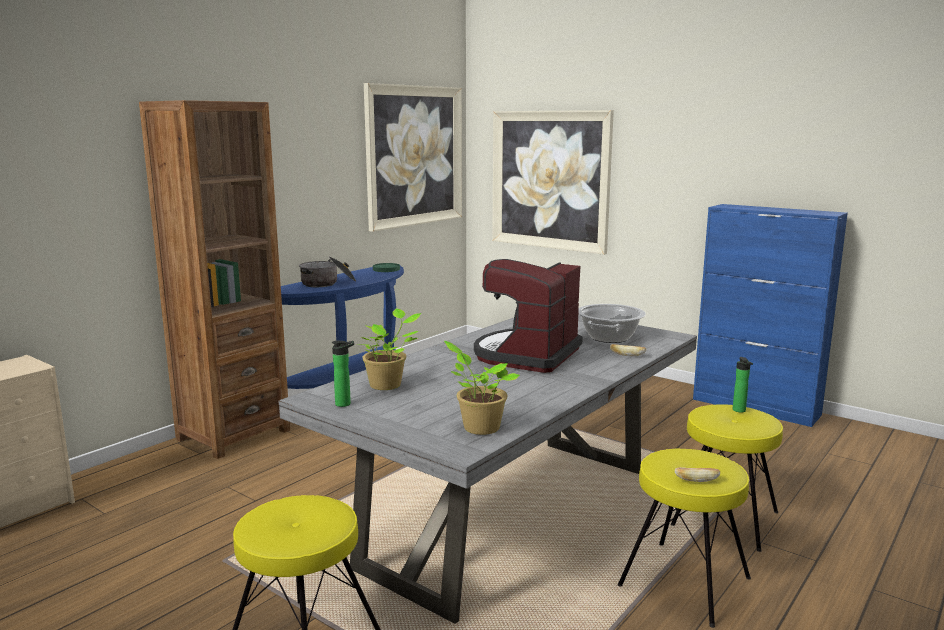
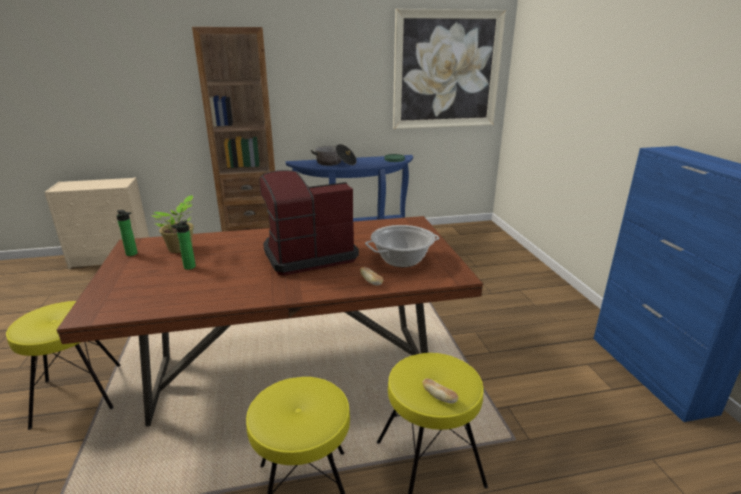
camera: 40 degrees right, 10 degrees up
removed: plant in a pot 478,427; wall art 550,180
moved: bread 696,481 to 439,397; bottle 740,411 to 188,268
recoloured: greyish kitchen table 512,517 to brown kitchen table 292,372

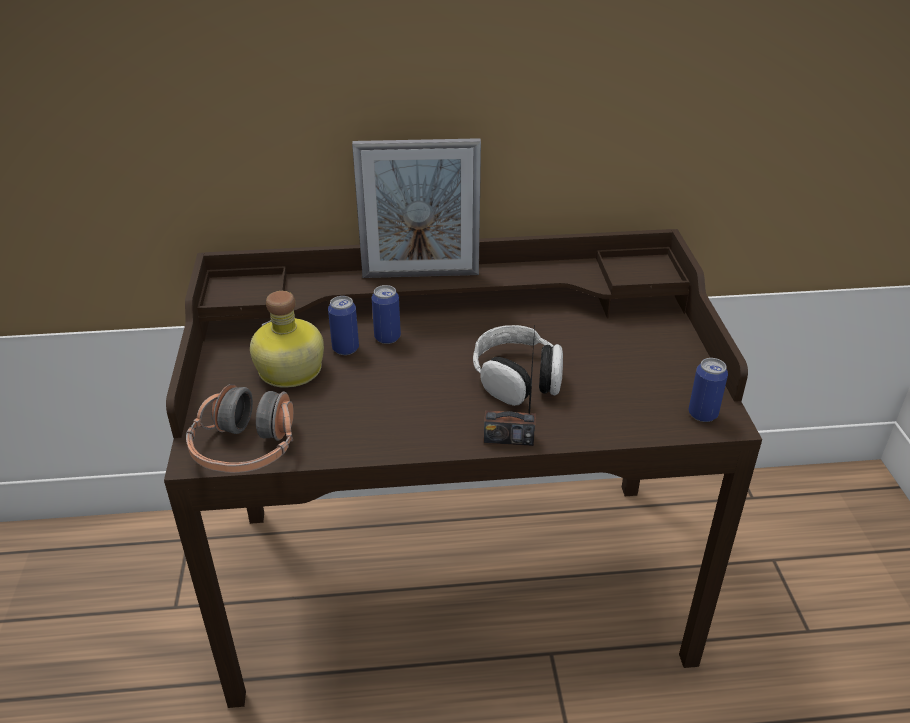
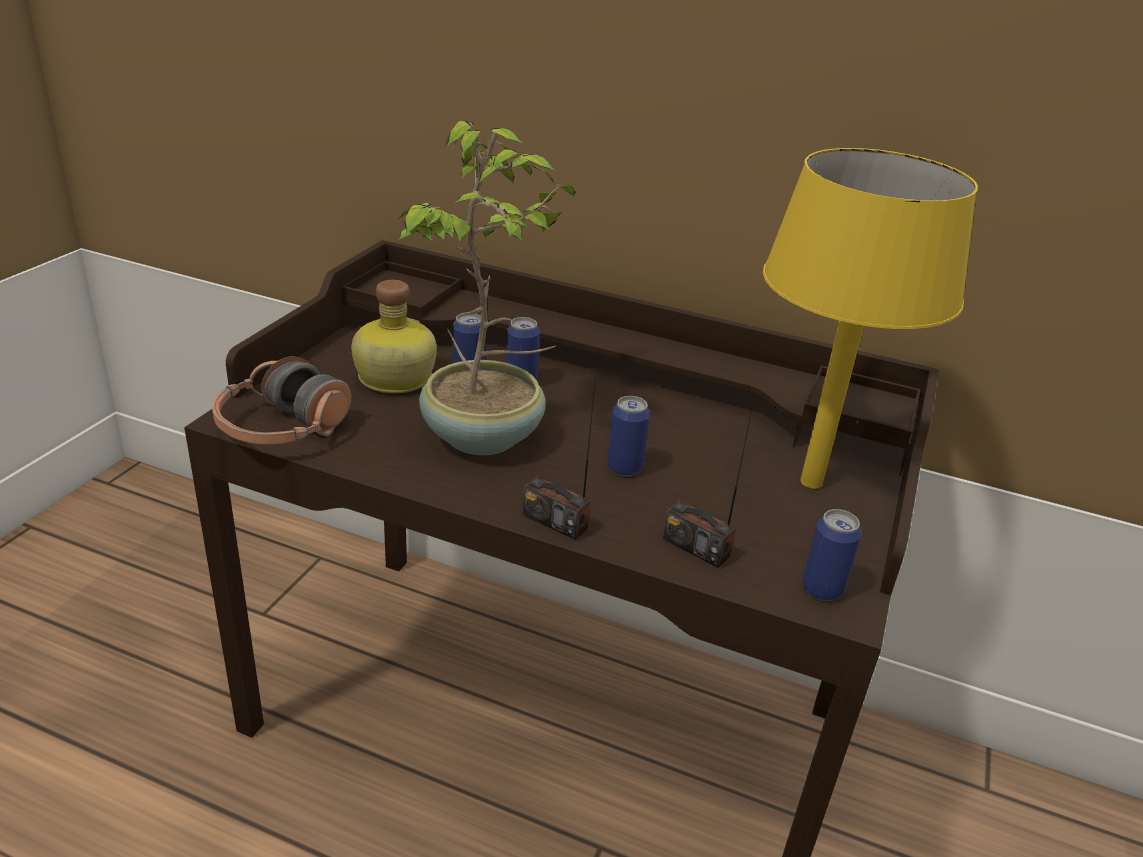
camera: 25 degrees right, 5 degrees down
removed: photo frame 420,275
added: plant in a pot 485,437; radio set 696,547; yellowish table lamp 811,482
replaced: headphones 517,378 to metal can 624,467

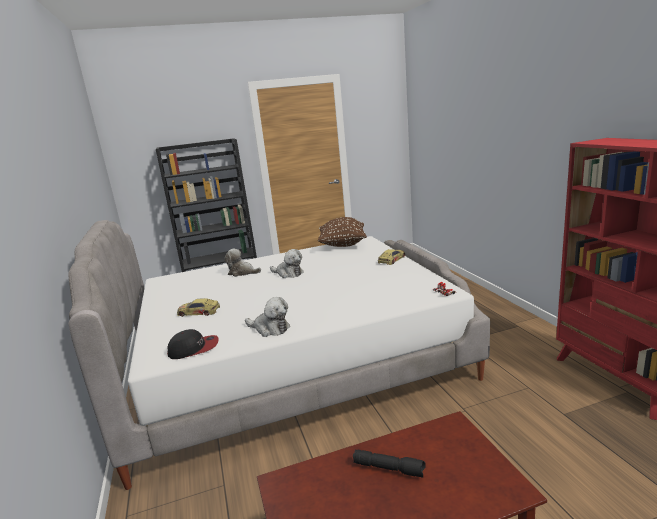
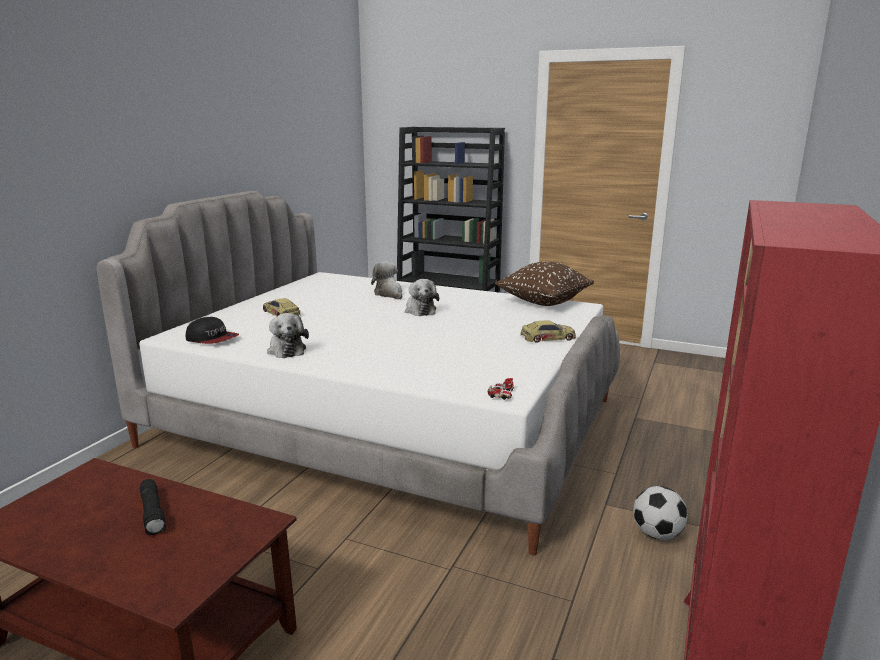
camera: 40 degrees right, 0 degrees up
added: football ball 657,534

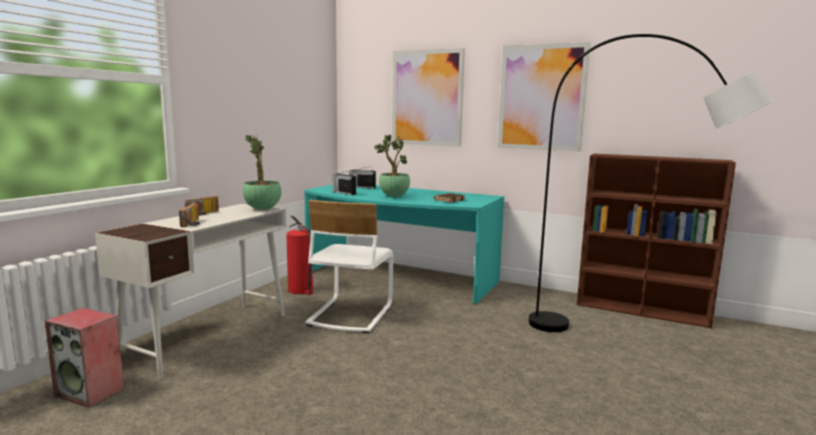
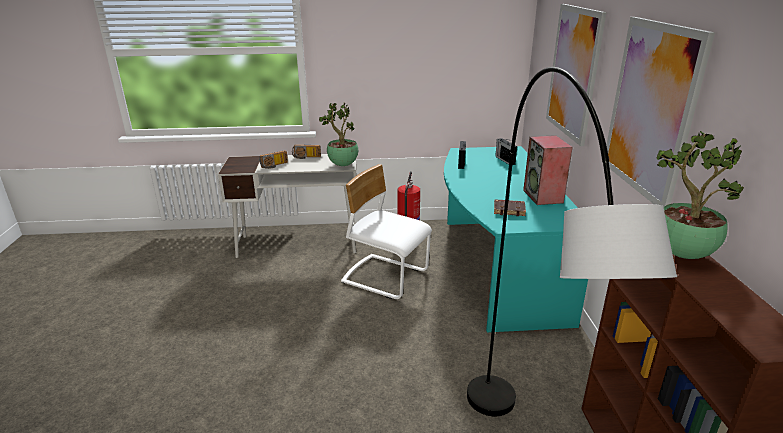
camera: 60 degrees right, 15 degrees up
moved: loudspeaker 91,392 to 543,196; plant in a pot 393,196 to 680,254
turned: white-coloured chair 350,314 = 385,277 45 degrees clockwise

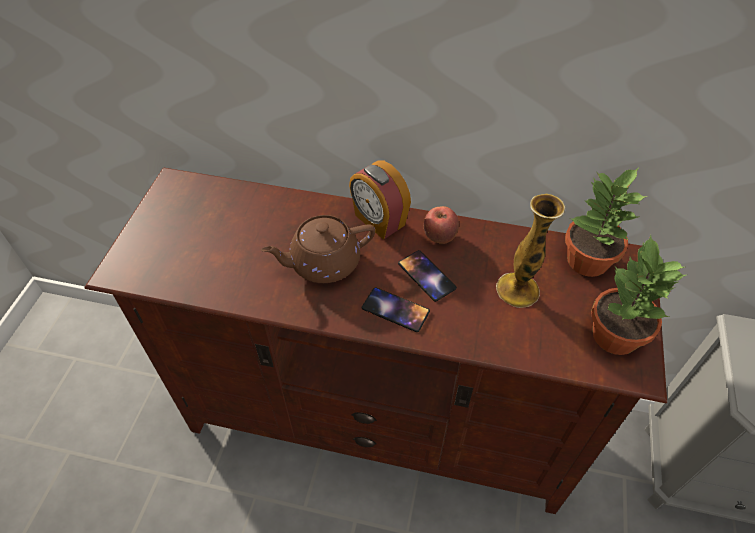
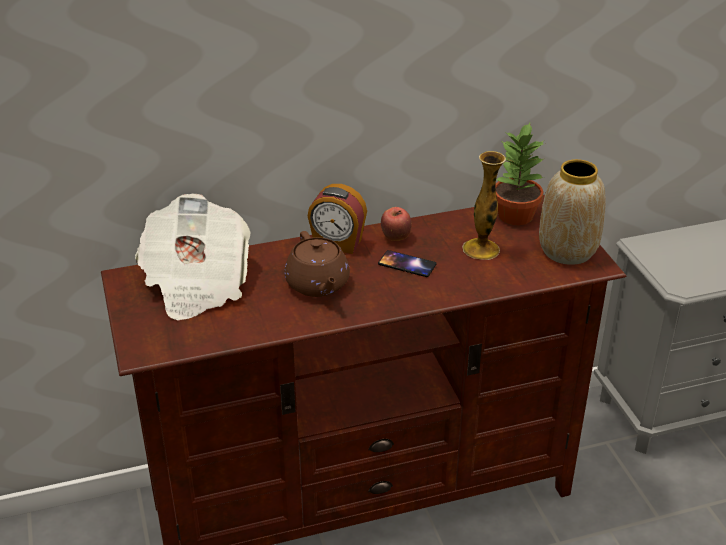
camera: 30 degrees left, 15 degrees down
removed: phone 395,309
added: printed paper 196,283
replaced: plant in a pot 614,334 to flower vase 566,251
turned: brown teapot 323,263 = 318,285 60 degrees counterclockwise

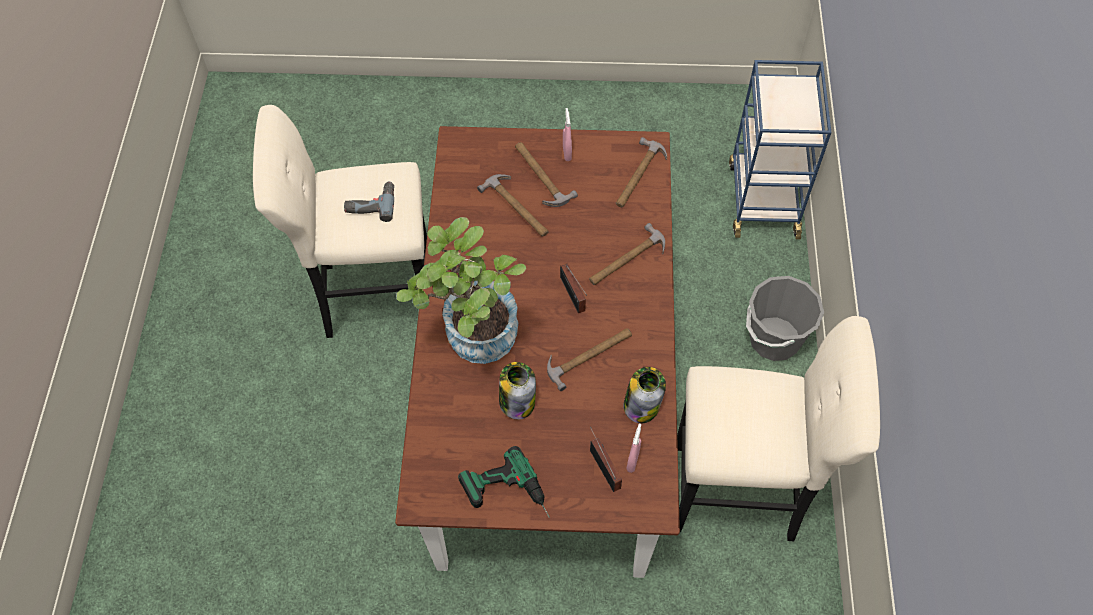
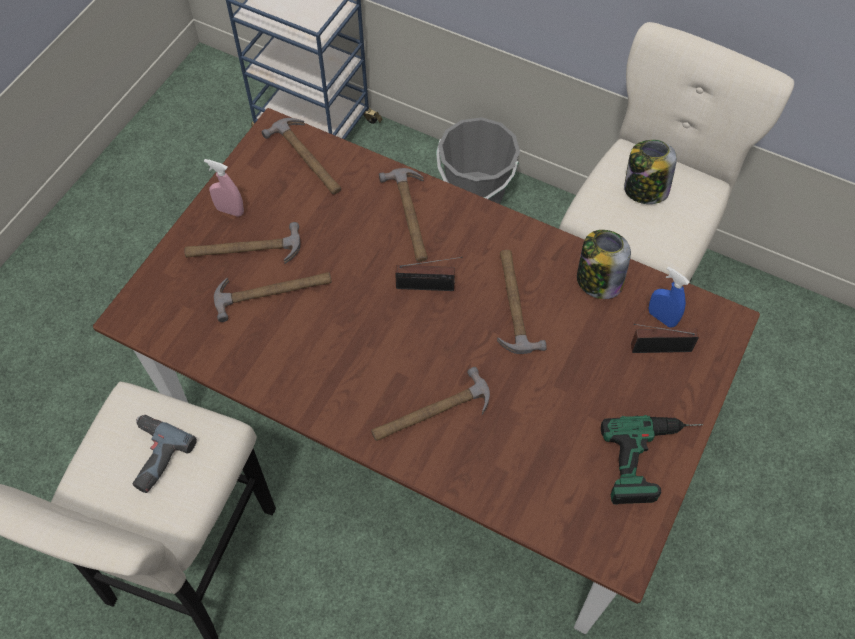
camera: 65 degrees left, 0 degrees up
moved: preserve jar 517,401 to 644,189
replaced: plant in a pot 473,340 to hand hammer 431,413
recoloured: pink spray bottle 632,461 to bluish spray bottle 661,318

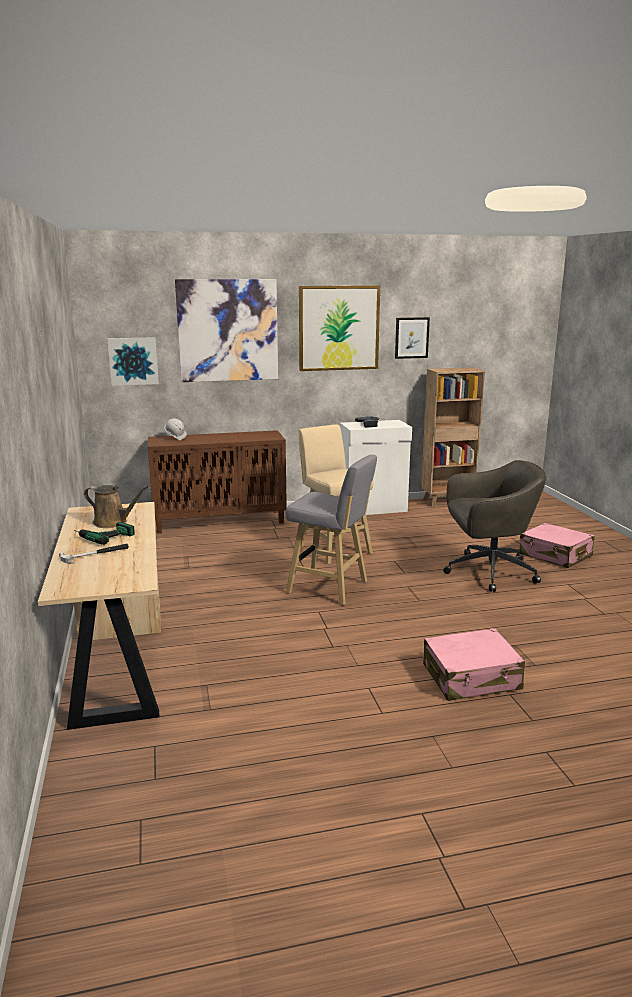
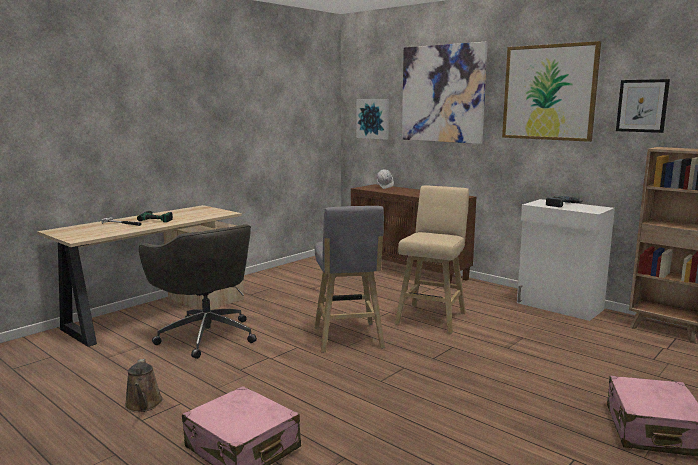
camera: 55 degrees right, 5 degrees down
moved: brown watering pot 113,522 to 143,405; greyish computer chair 488,572 to 206,335

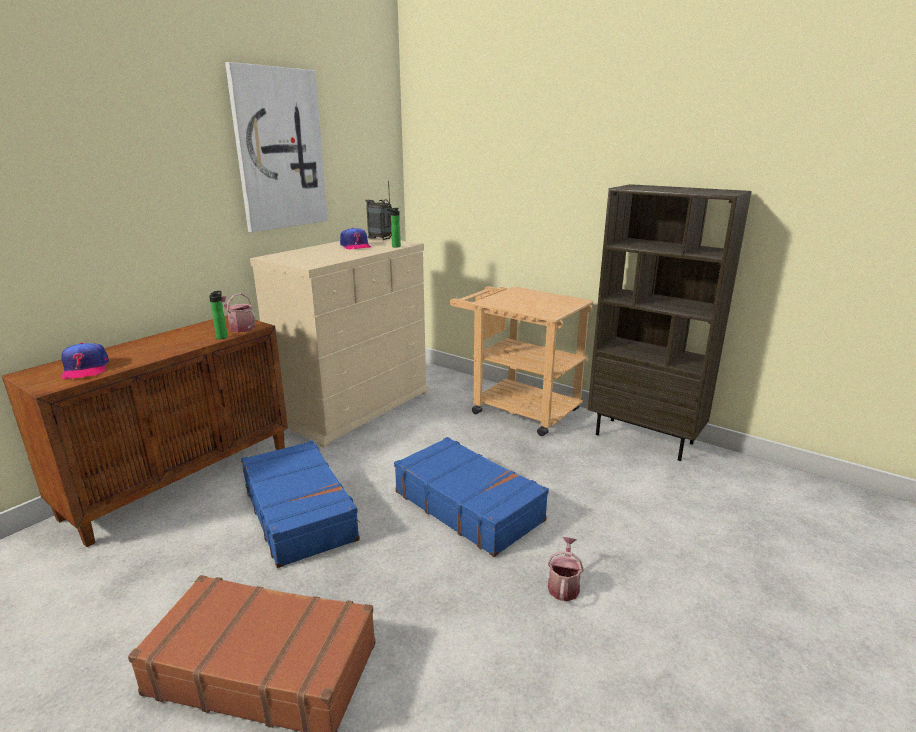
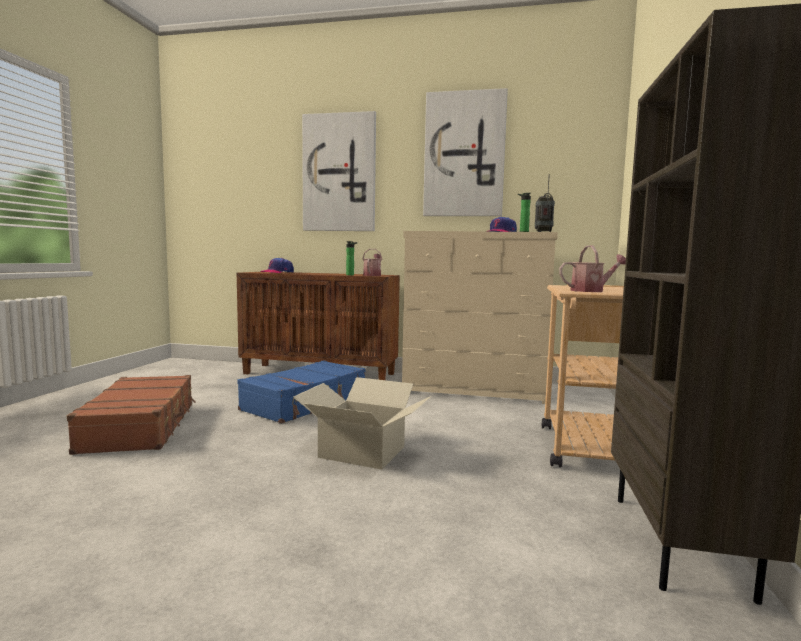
camera: 65 degrees right, 15 degrees down
added: wall art 339,173
moved: watering pot 564,585 to 591,291
replaced: bluish suitcase 468,505 to packing box 362,451

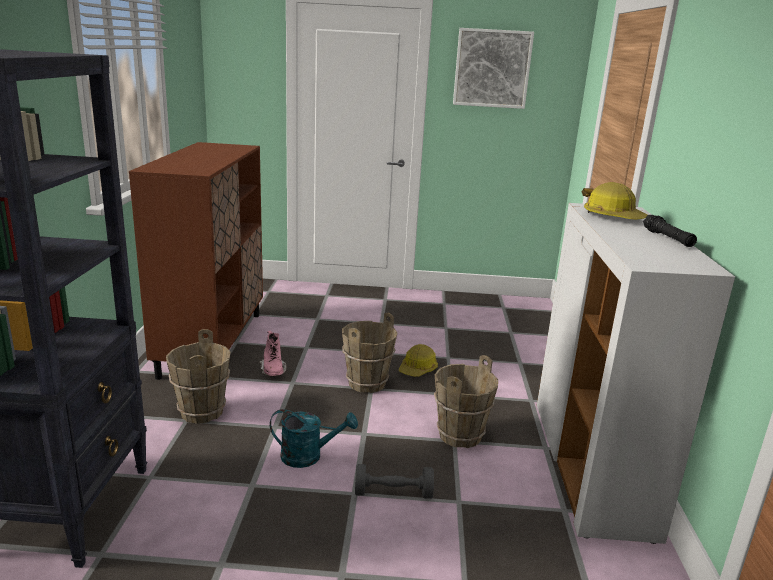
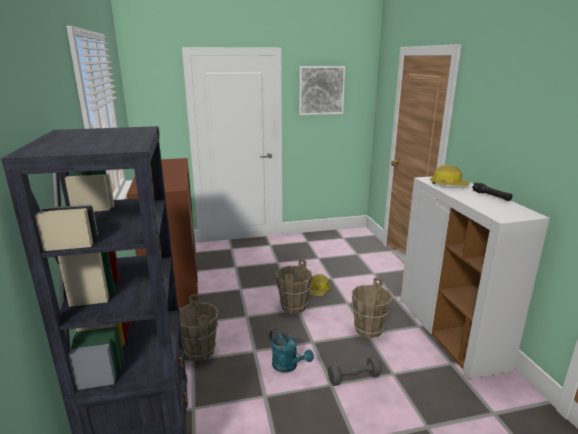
camera: 15 degrees left, 0 degrees up
removed: pink boot 273,371
turned: blue-green watering pot 309,456 = 288,366 60 degrees clockwise

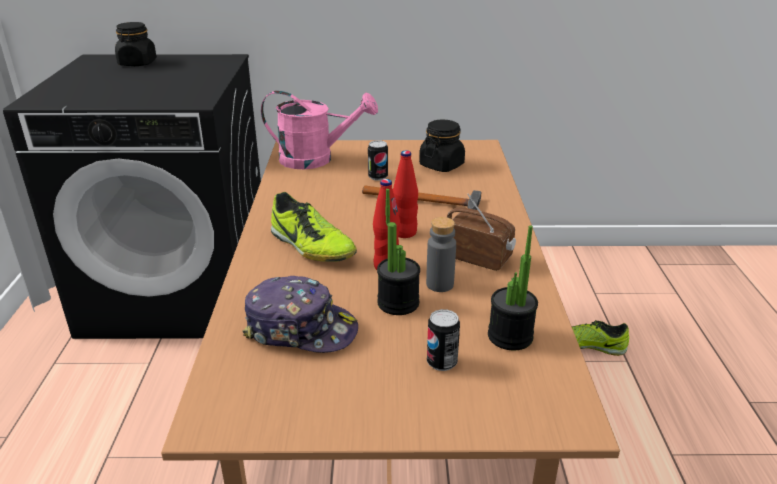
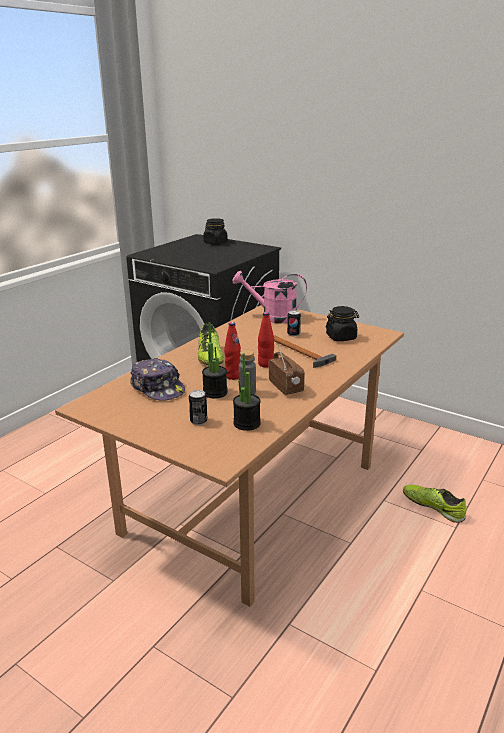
camera: 35 degrees right, 5 degrees down
turned: pink watering pot 316,159 = 272,317 150 degrees clockwise

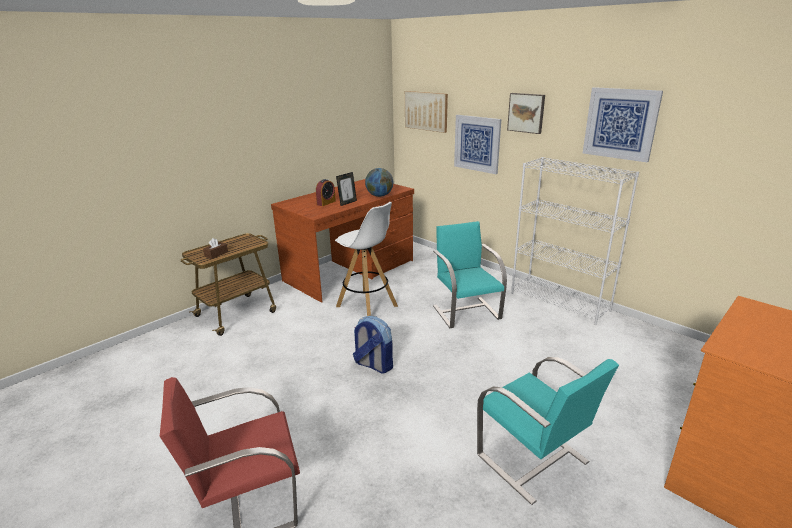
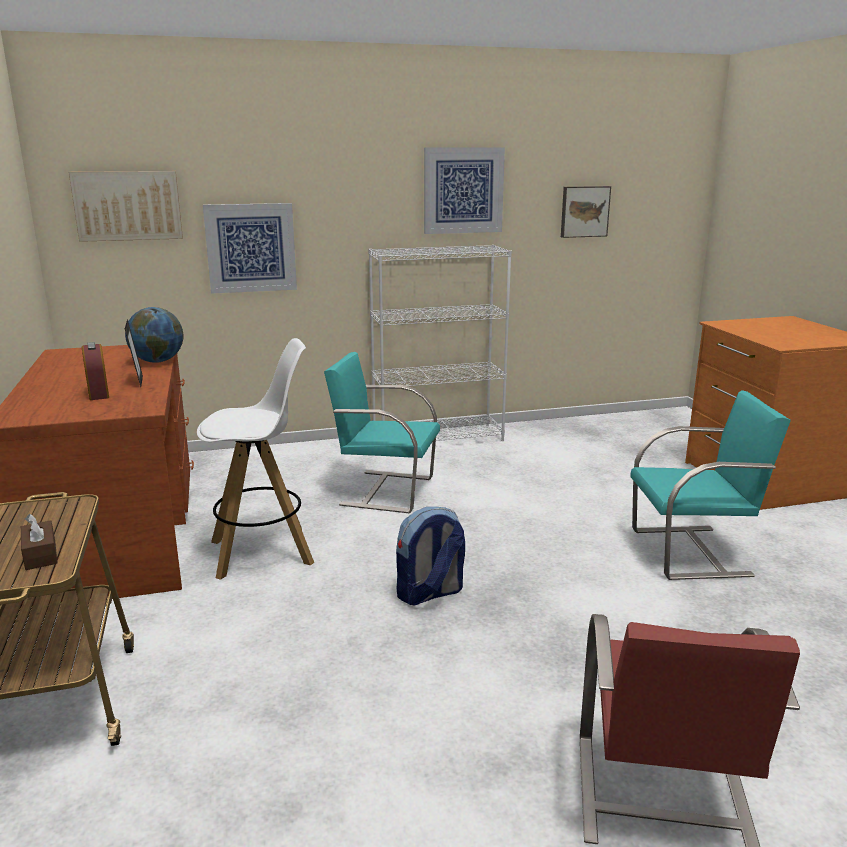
camera: 60 degrees left, 5 degrees down
moved: wall art 526,113 to 584,211

